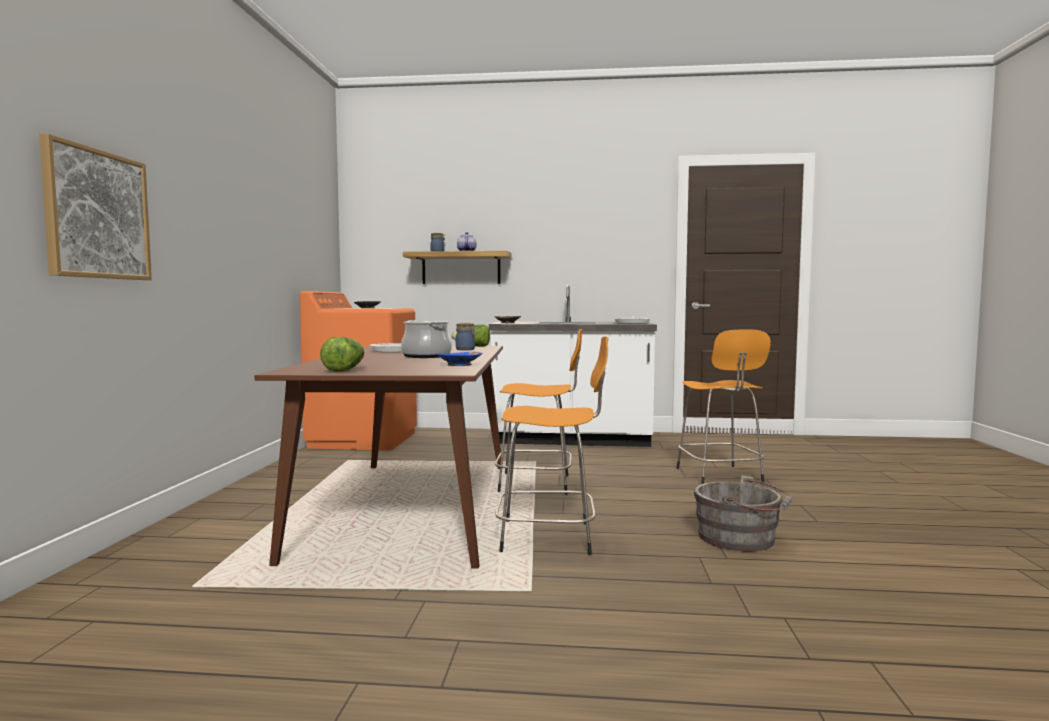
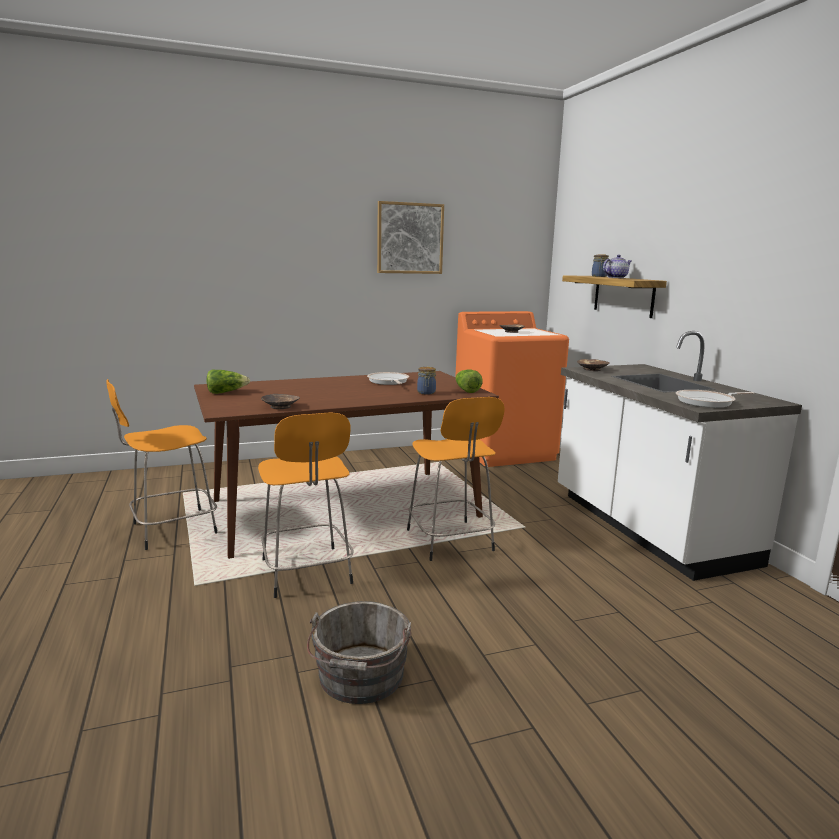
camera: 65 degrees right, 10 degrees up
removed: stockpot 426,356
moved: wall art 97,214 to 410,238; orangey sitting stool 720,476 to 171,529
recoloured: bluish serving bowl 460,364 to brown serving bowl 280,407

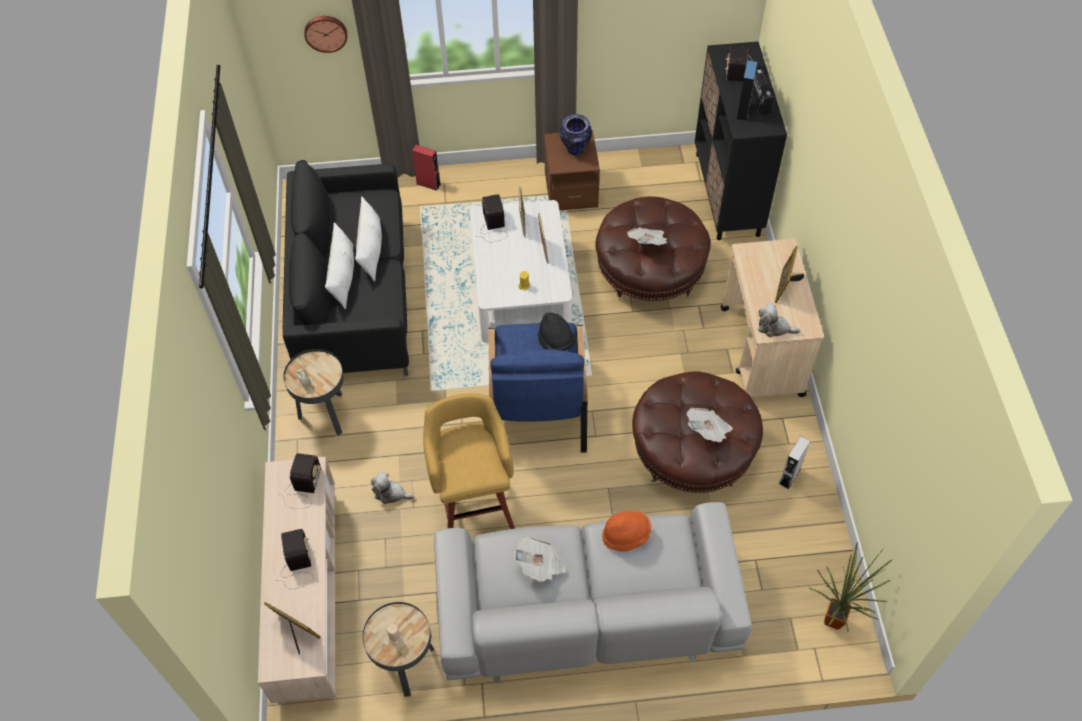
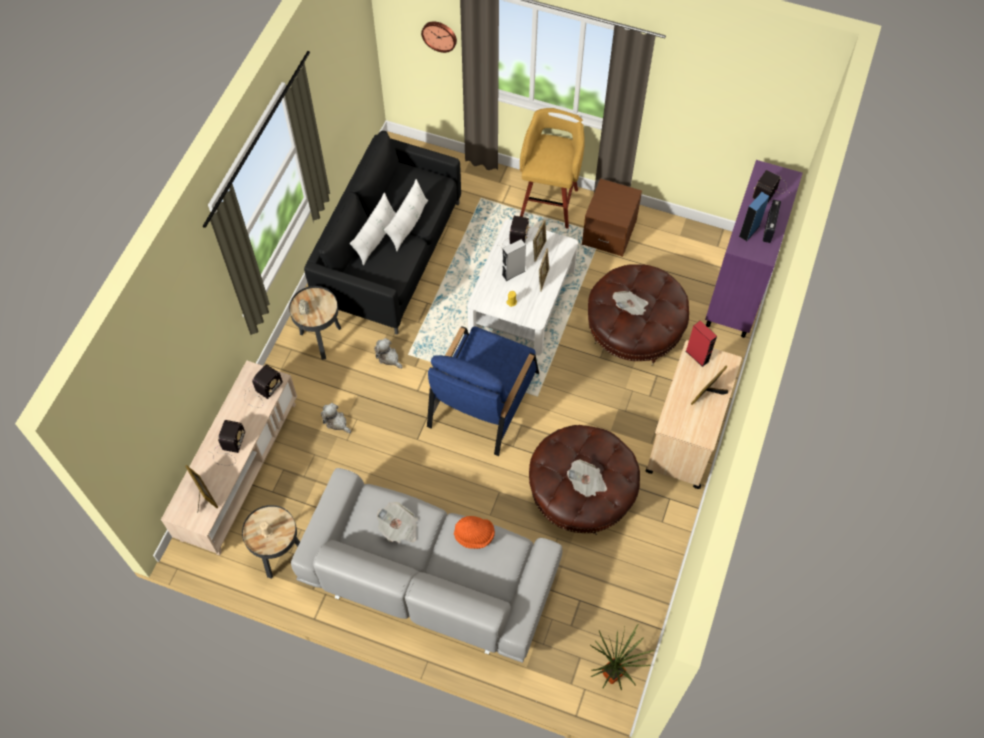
camera: 25 degrees right, 5 degrees up
removed: blackish clothing hat 556,341; flower vase 575,150
moved: red loudspeaker 428,184 to 697,356; yellowish sitting stool 474,504 to 549,202; soft toy 774,327 to 388,357; greyish loudspeaker 789,476 to 513,273
recoloured: blackish cabinet 727,194 to purple cabinet 738,289

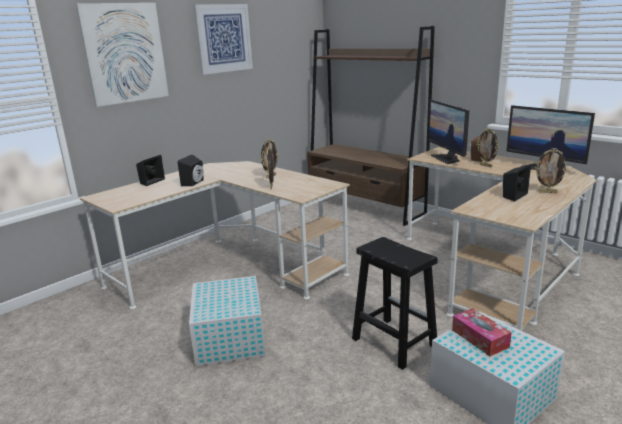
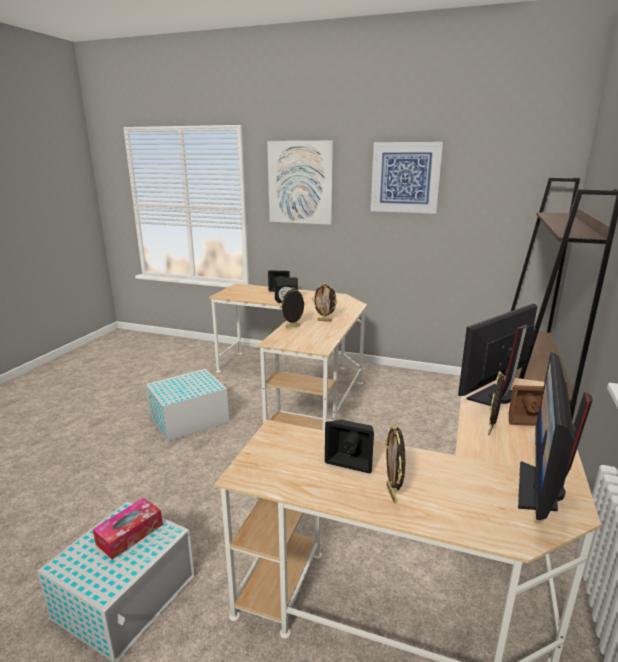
camera: 65 degrees right, 0 degrees up
removed: blackish sitting stool 392,342

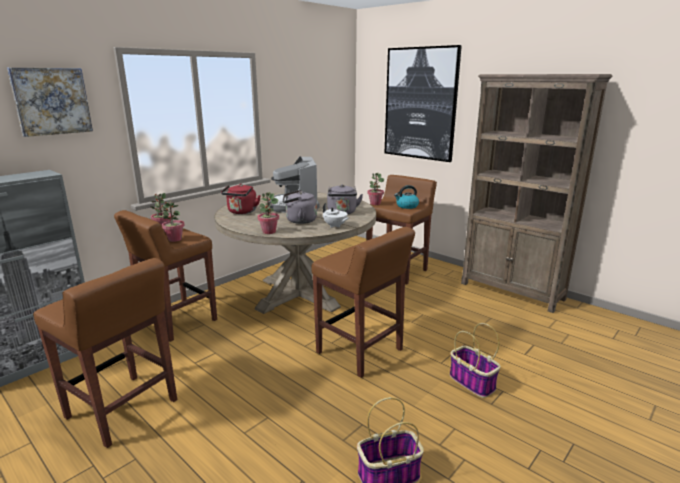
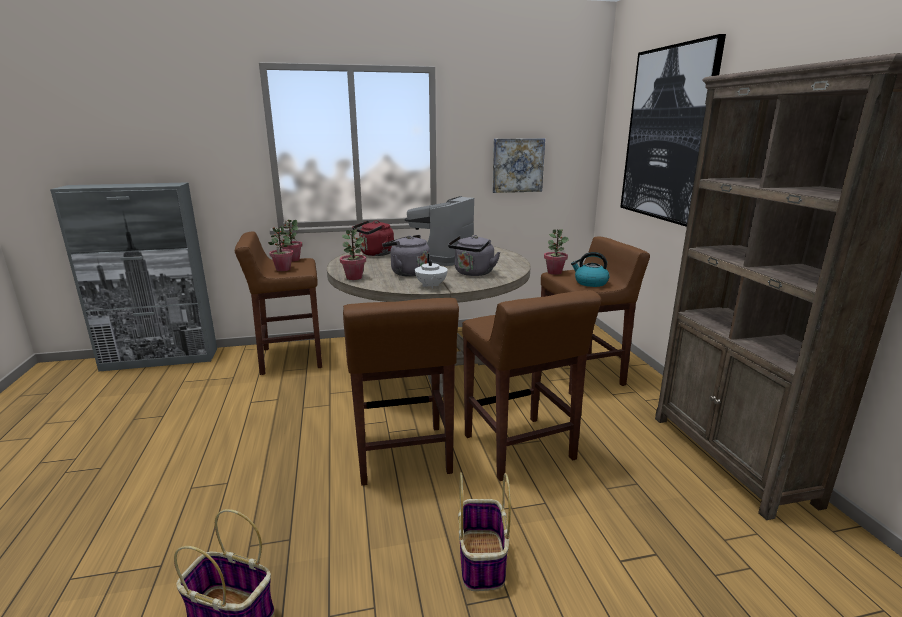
camera: 35 degrees right, 0 degrees up
moved: wall art 51,101 to 517,165; brown sitting stool 123,410 to 519,448

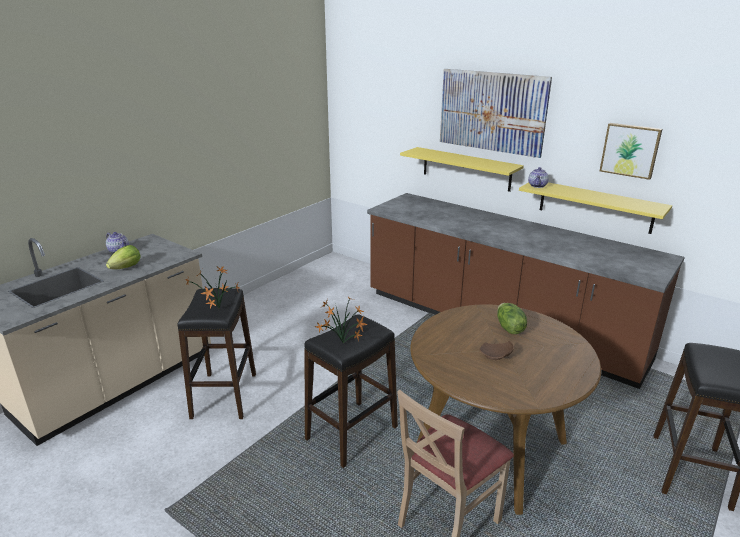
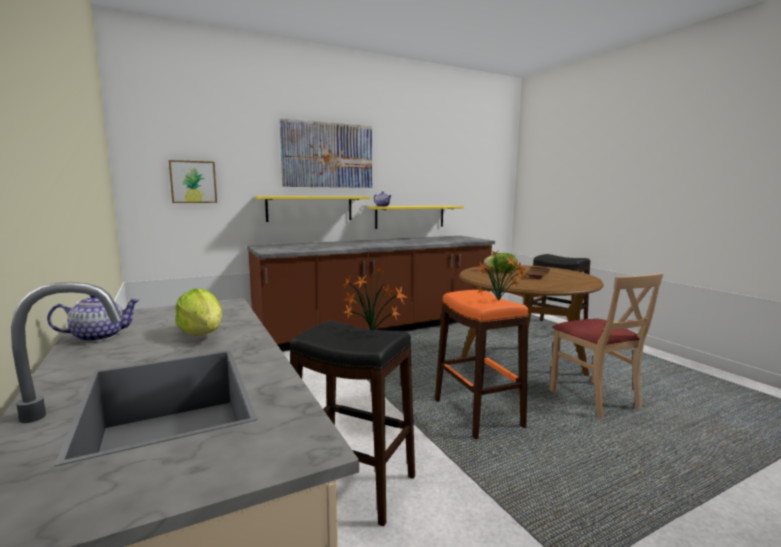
camera: 65 degrees left, 15 degrees down
moved: wall art 630,150 to 193,182
recoloured: blackish sitting stool 351,432 to orangey sitting stool 477,413

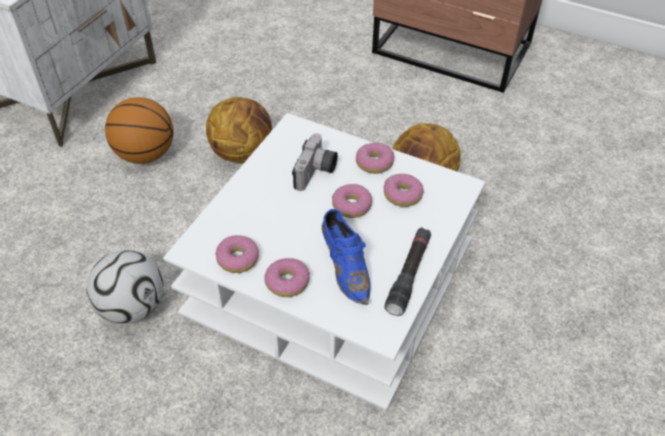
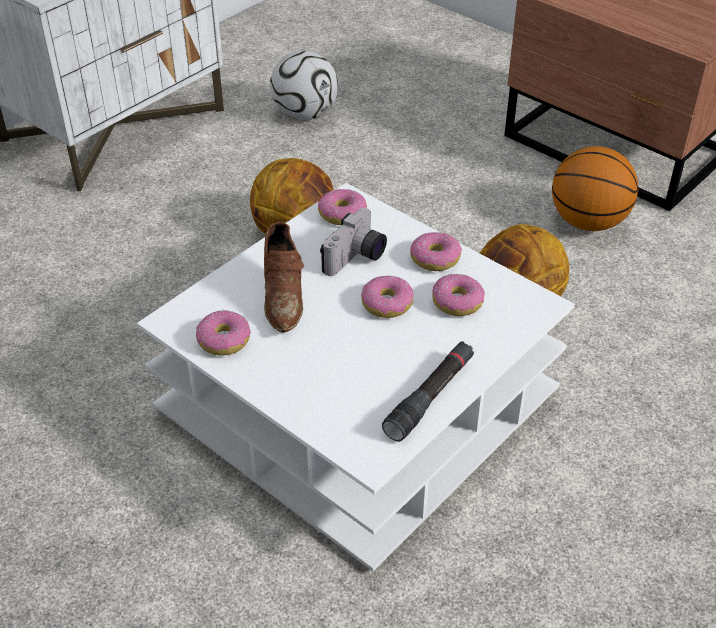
camera: 15 degrees right, 5 degrees down
removed: bluish item of footwear 345,268
added: brown item of footwear 283,295
moved: football ball 132,307 to 305,114; basketball 145,154 to 588,221; donut 287,282 to 342,214

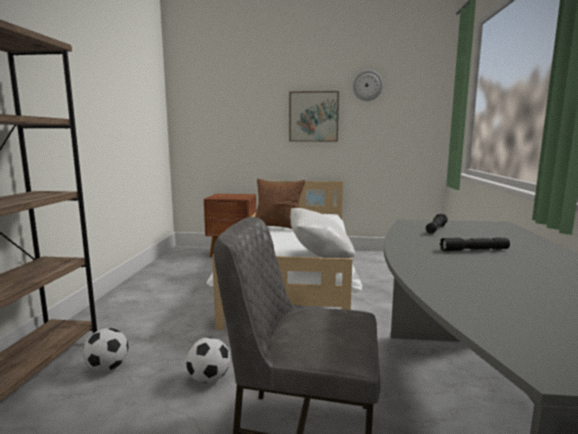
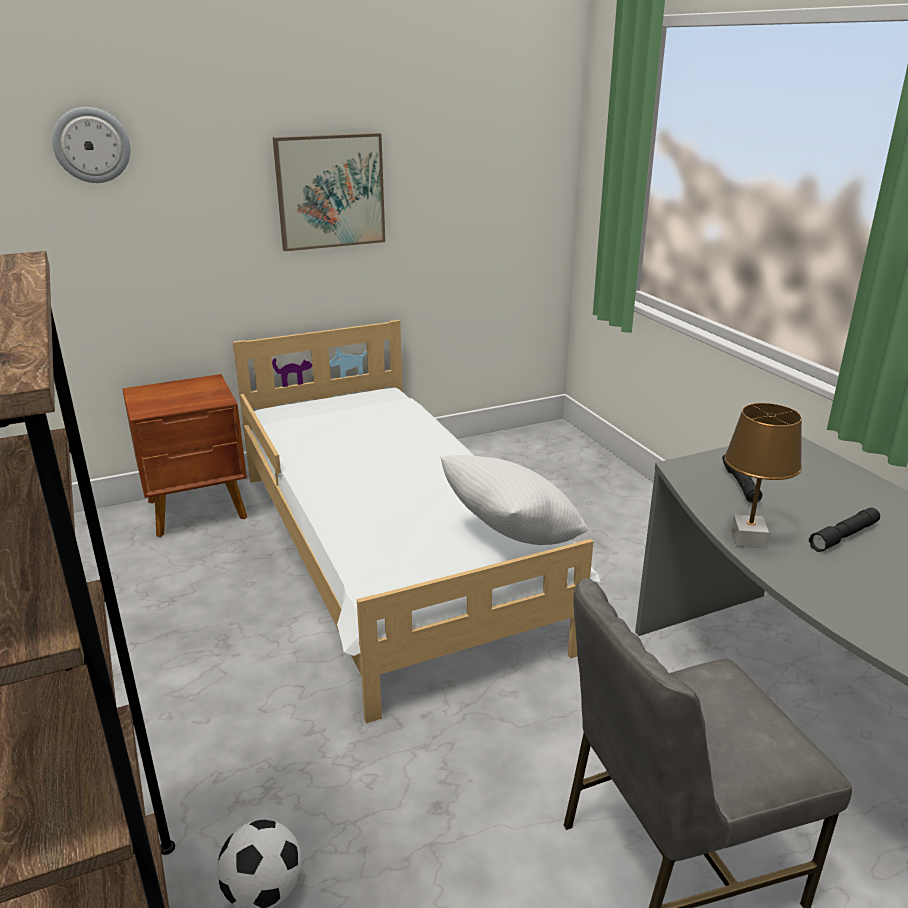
camera: 30 degrees left, 15 degrees up
removed: football ball 209,378; brown pillow 278,227
added: brown table lamp 748,539
moved: hanging clock 367,85 to 91,145

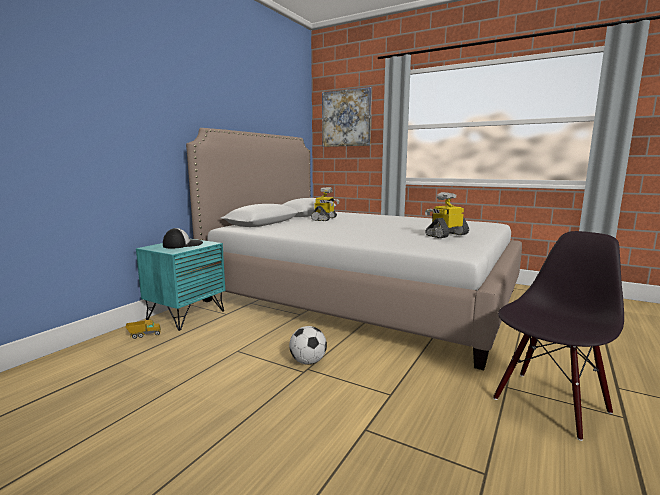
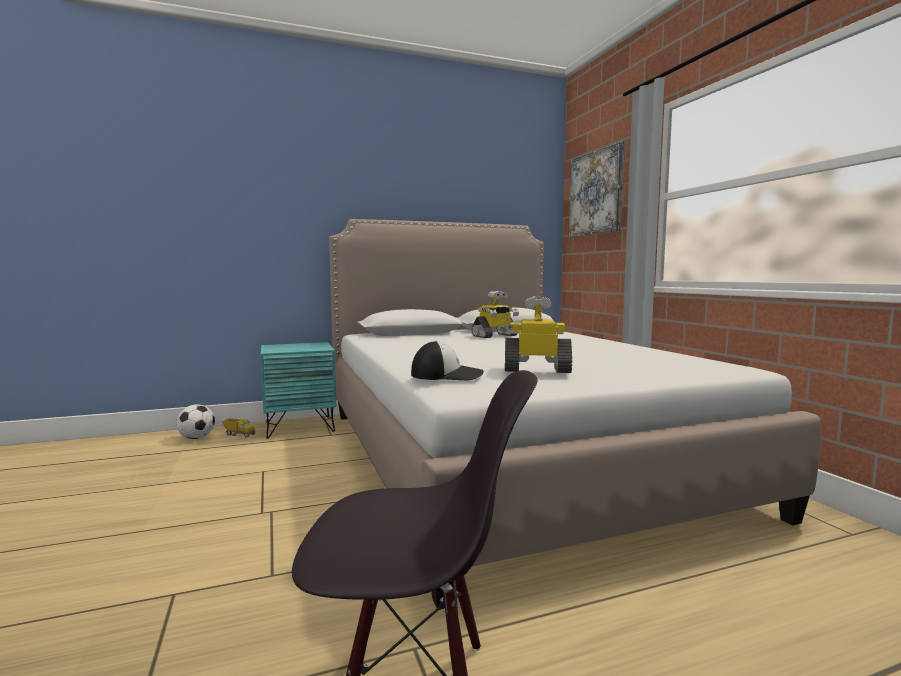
camera: 40 degrees right, 5 degrees down
moved: baseball cap 183,245 to 447,375; football ball 308,362 to 197,438

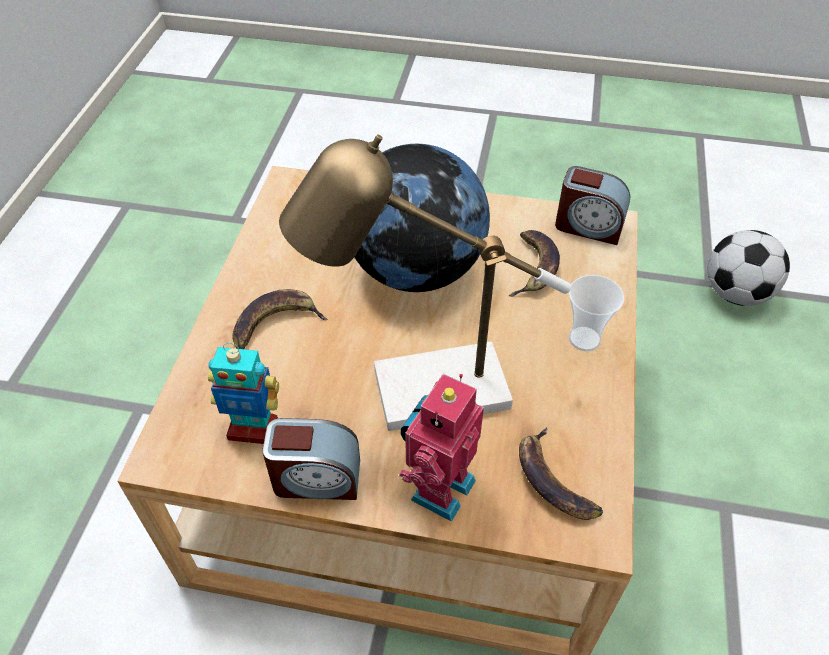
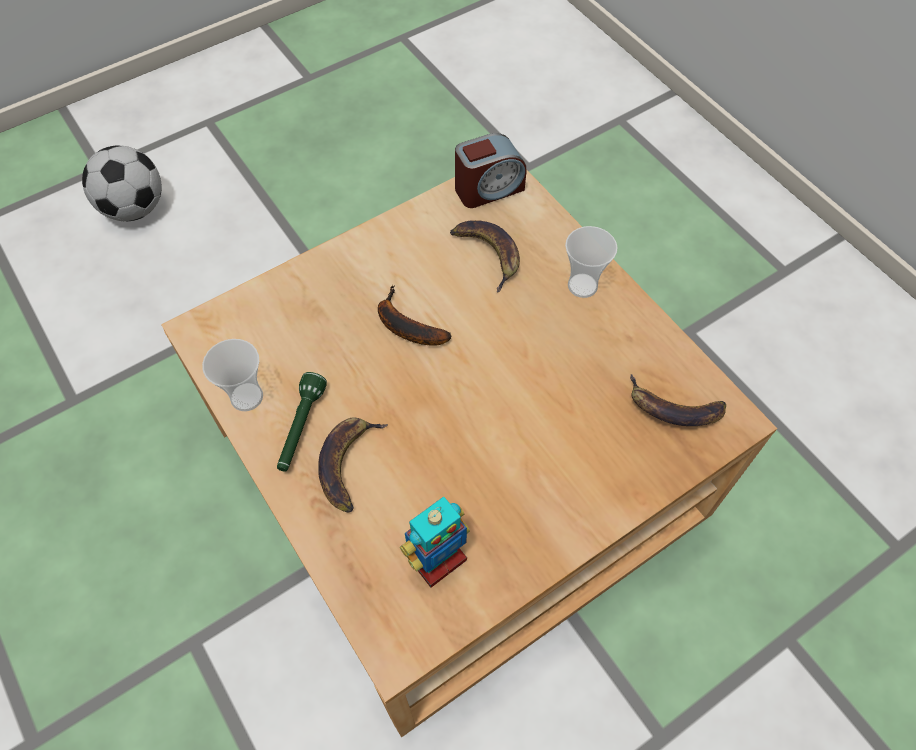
camera: 45 degrees left, 10 degrees up
removed: bedside clock 316,478; table lamp 423,395; model robot 439,488
added: cup 246,397; green hand torch 301,428
moved: football ball 736,293 to 135,208
replaced: desk globe 416,270 to whole banana 405,326

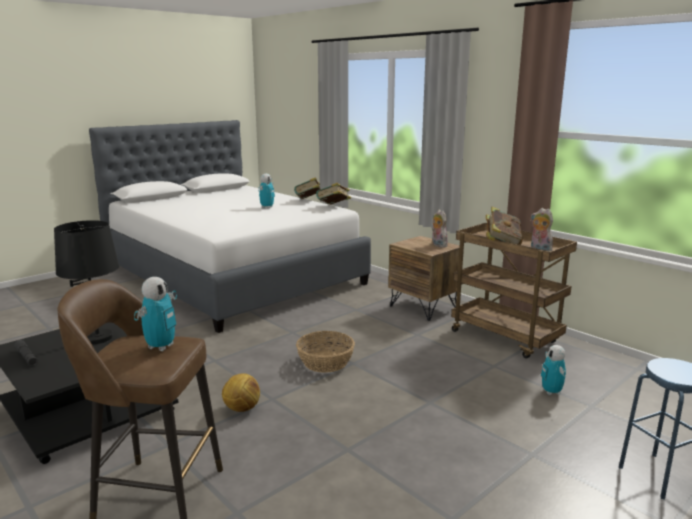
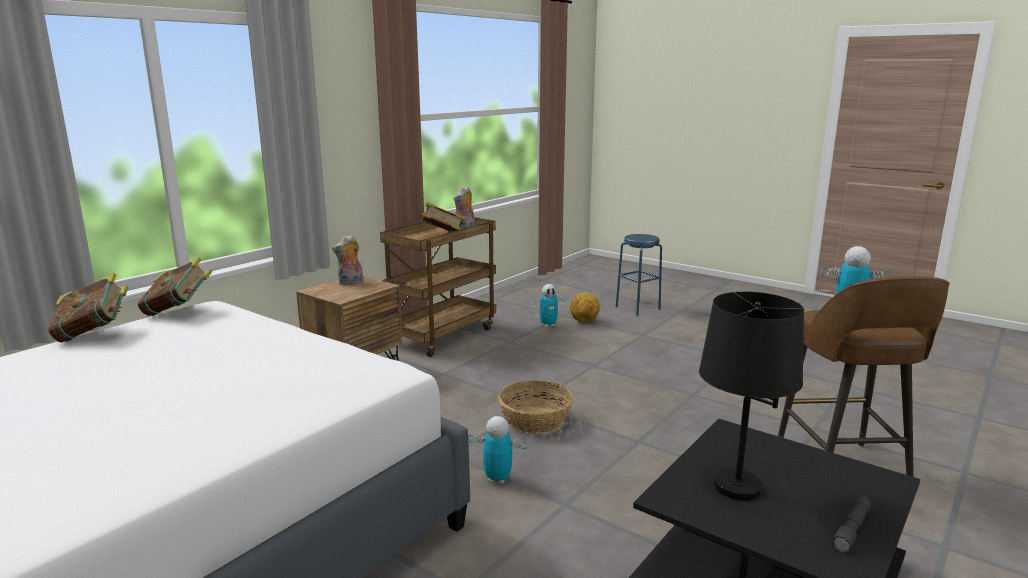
camera: 100 degrees left, 0 degrees up
moved: football ball 242,409 to 584,321; model robot 267,207 to 497,479

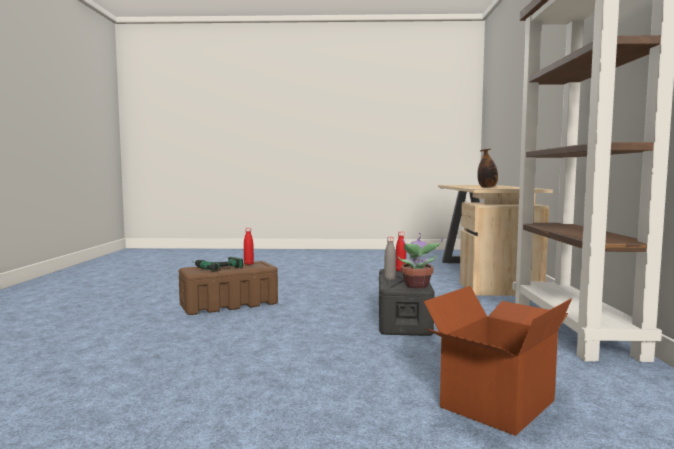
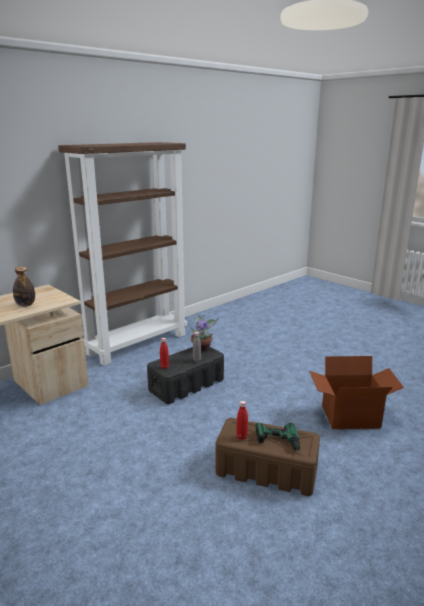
camera: 135 degrees left, 15 degrees up
moved: packing box 495,403 to 350,417

